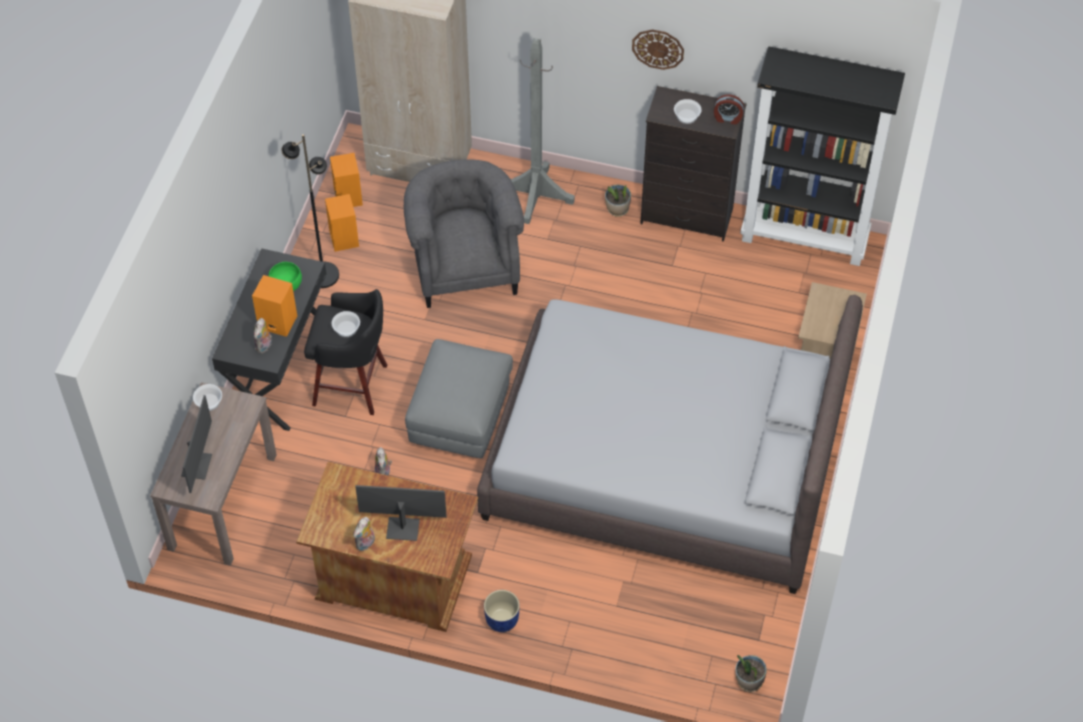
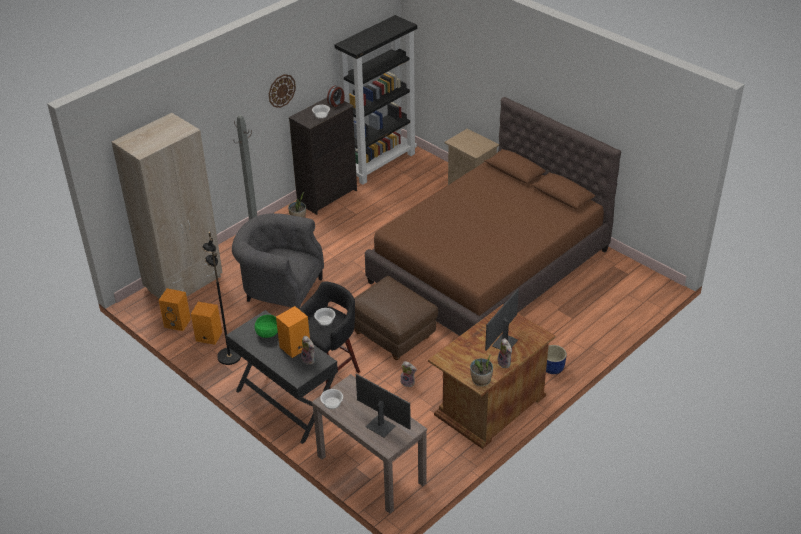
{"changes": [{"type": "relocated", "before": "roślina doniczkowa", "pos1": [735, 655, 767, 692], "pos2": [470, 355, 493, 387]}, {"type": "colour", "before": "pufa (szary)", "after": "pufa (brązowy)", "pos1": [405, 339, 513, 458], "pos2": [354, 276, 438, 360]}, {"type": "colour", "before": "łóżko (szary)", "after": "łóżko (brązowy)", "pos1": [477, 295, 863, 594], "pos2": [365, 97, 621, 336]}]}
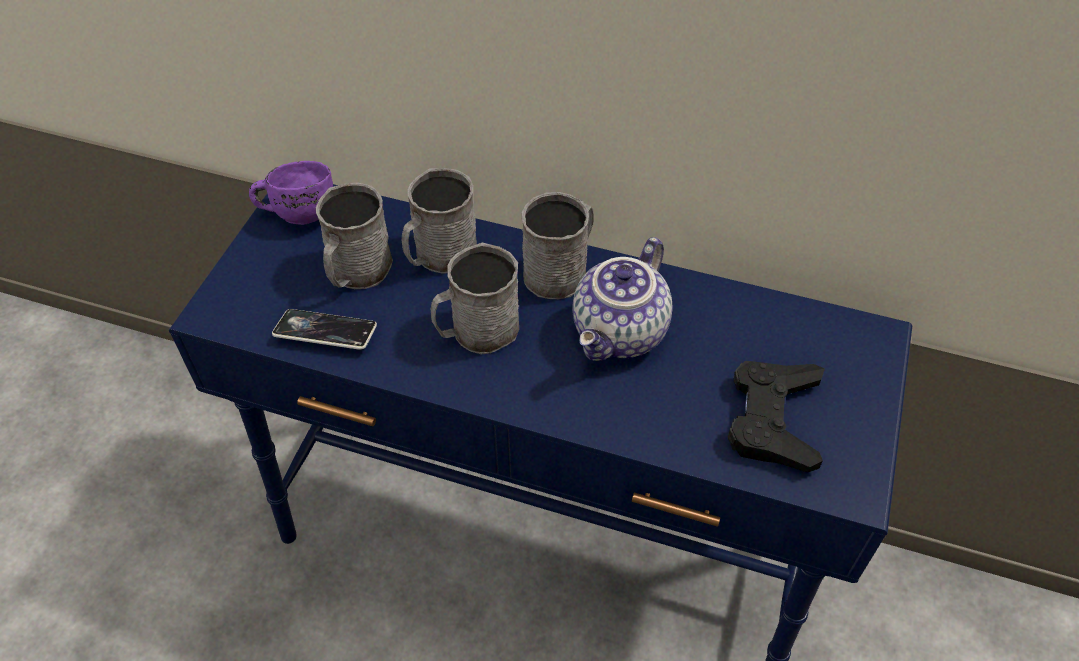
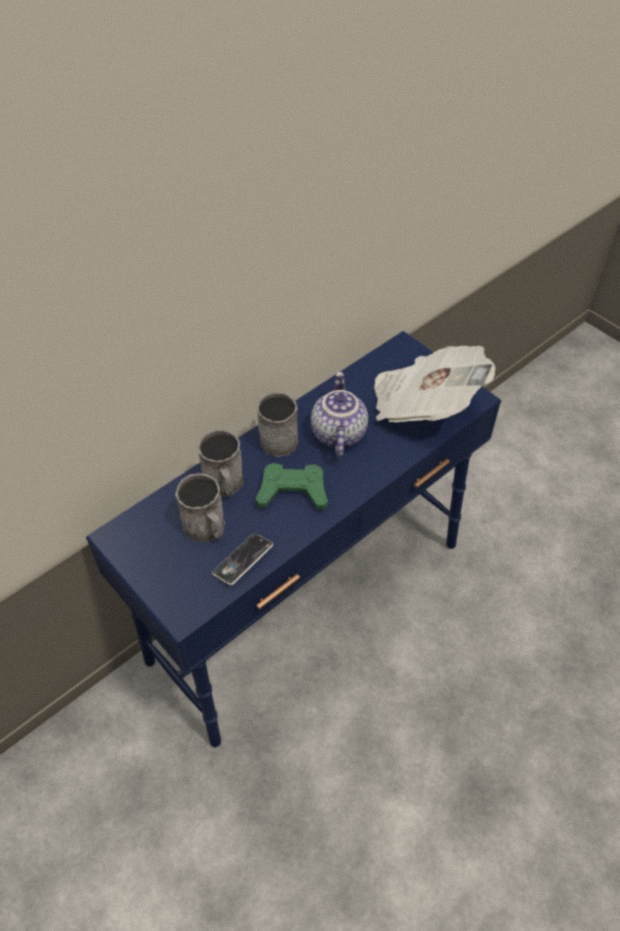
{"changes": [{"type": "missing", "before": "kubek (fioletowy)", "pos1": [249, 161, 333, 225]}, {"type": "exchanged", "before": "kubek (szary)", "after": "pad do gier (zielony)", "pos1": [431, 243, 519, 355], "pos2": [256, 463, 328, 510]}, {"type": "exchanged", "before": "pad do gier (czarny)", "after": "gazeta", "pos1": [728, 361, 825, 473], "pos2": [374, 346, 495, 422]}, {"type": "spun", "before": "imbryk", "pos1": [572, 237, 673, 361], "pos2": [311, 372, 368, 457], "turn": -150}]}
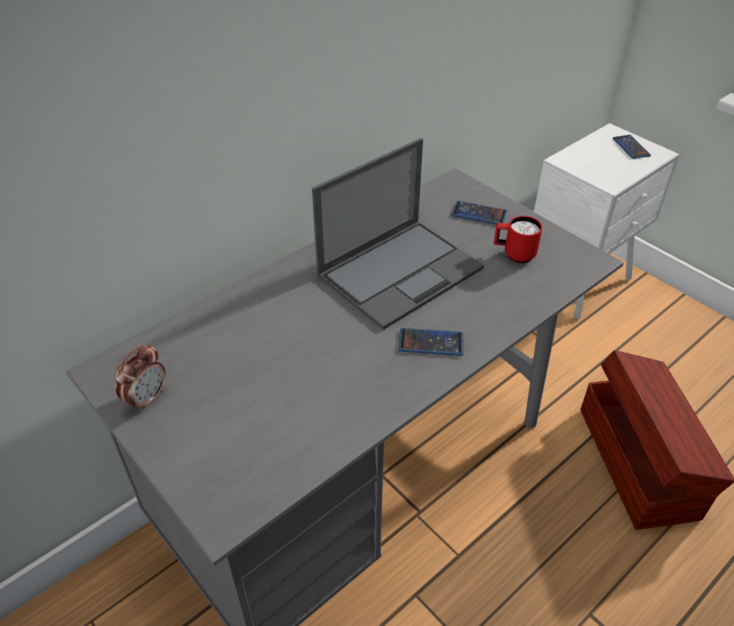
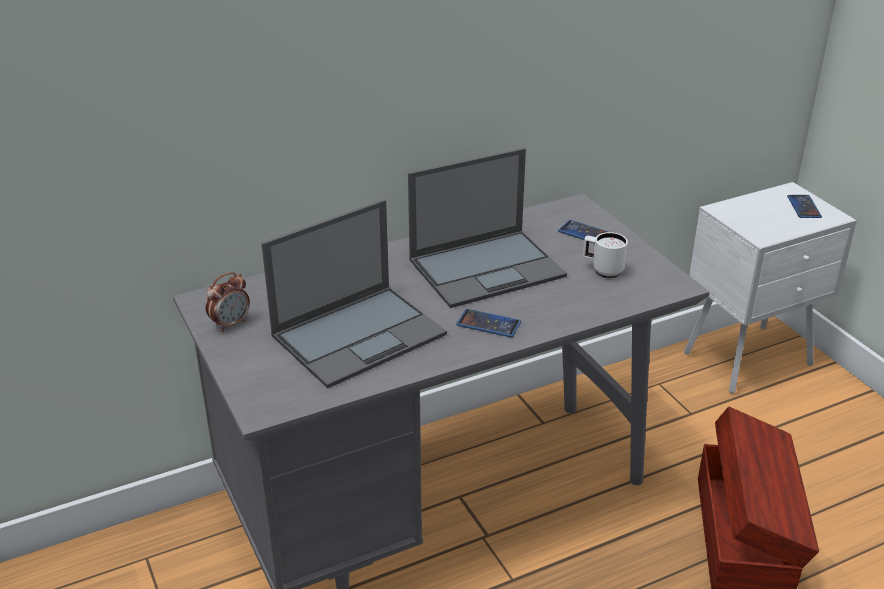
{"changes": [{"type": "appeared", "after": "laptop", "pos2": [261, 199, 447, 388]}, {"type": "colour", "before": "kubek (czerwony)", "after": "kubek (biały)", "pos1": [494, 216, 543, 263], "pos2": [583, 232, 628, 278]}]}
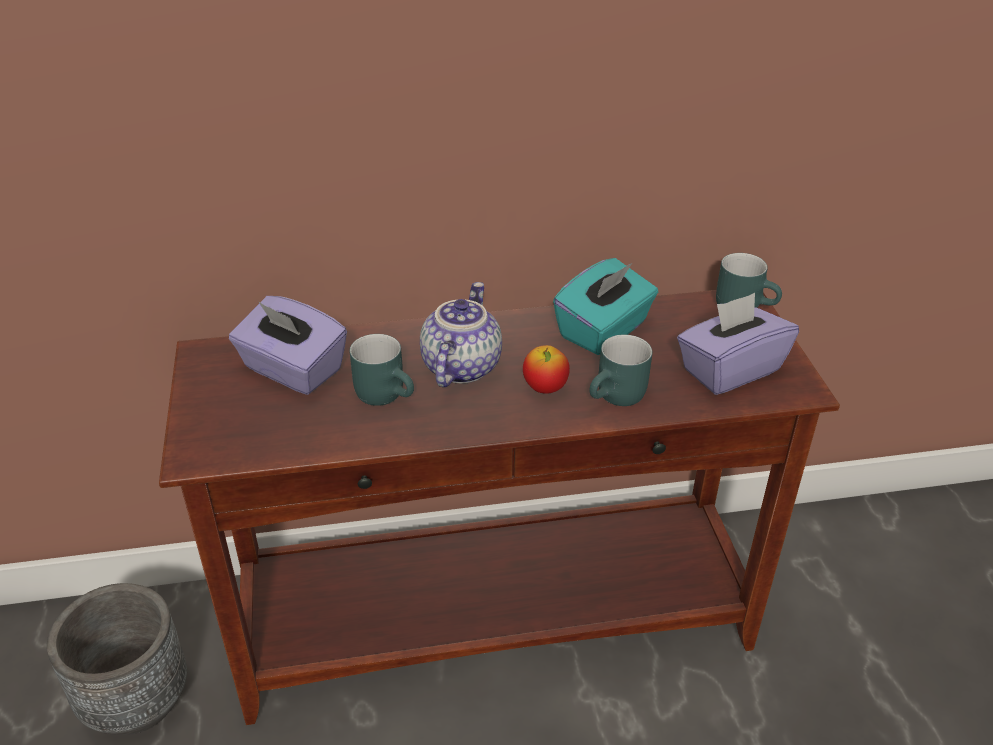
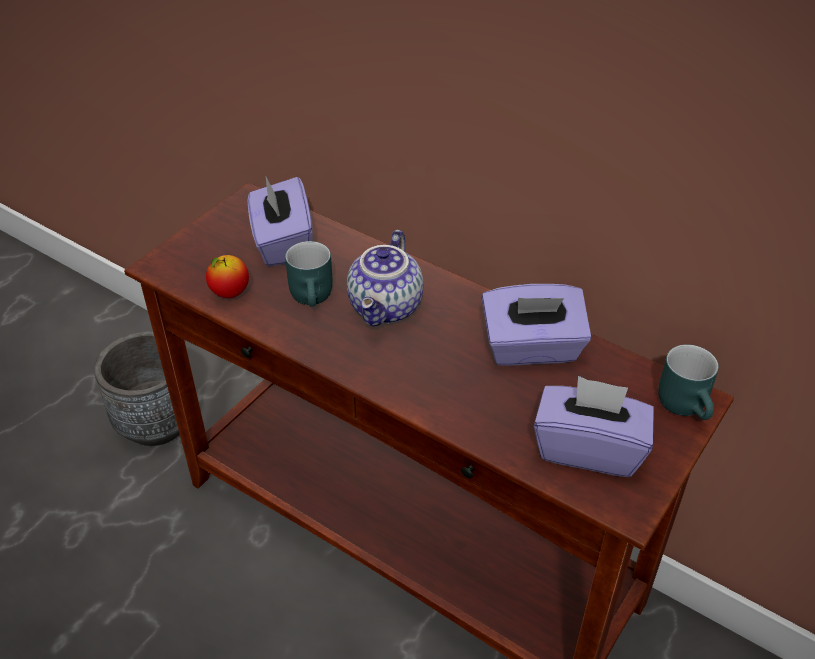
{"changes": [{"type": "missing", "before": "kubek (turkusowy)", "pos1": [590, 335, 653, 406]}, {"type": "relocated", "before": "jabłko", "pos1": [523, 345, 570, 394], "pos2": [206, 255, 249, 298]}, {"type": "colour", "before": "pudełko chusteczek (turkusowy)", "after": "pudełko chusteczek (fioletowy)", "pos1": [553, 258, 658, 355], "pos2": [481, 284, 591, 366]}, {"type": "spun", "before": "imbryk", "pos1": [420, 282, 502, 387], "pos2": [347, 230, 424, 326], "turn": 135}]}
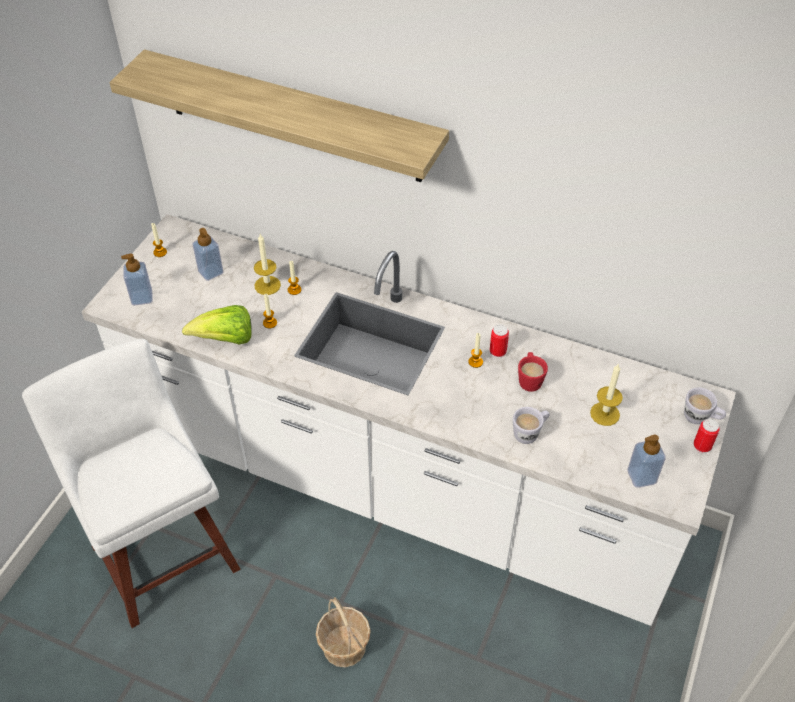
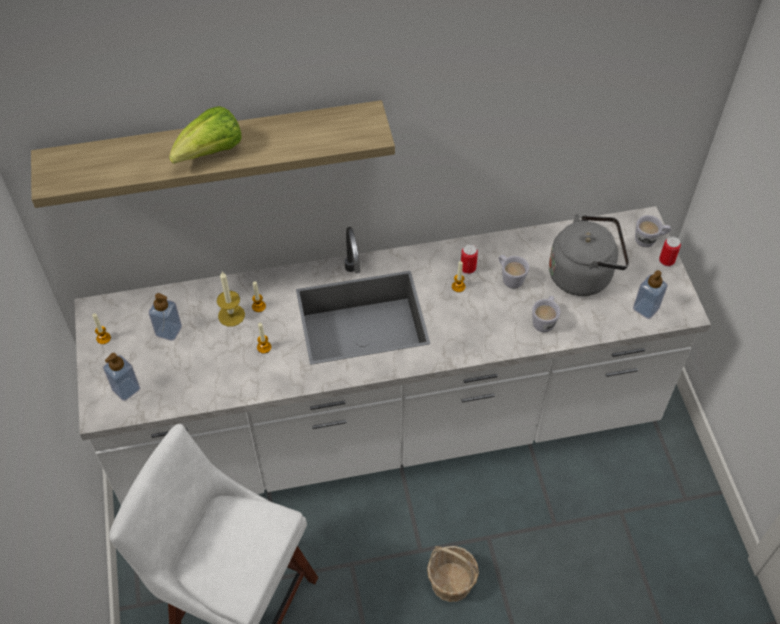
{"changes": [{"type": "relocated", "before": "sałata", "pos1": [182, 305, 252, 344], "pos2": [169, 106, 241, 164]}, {"type": "exchanged", "before": "świeca", "after": "czajnik (szary)", "pos1": [590, 363, 623, 426], "pos2": [549, 214, 629, 296]}, {"type": "colour", "before": "kubek (czerwony)", "after": "kubek (biały)", "pos1": [518, 352, 548, 392], "pos2": [499, 255, 529, 289]}]}
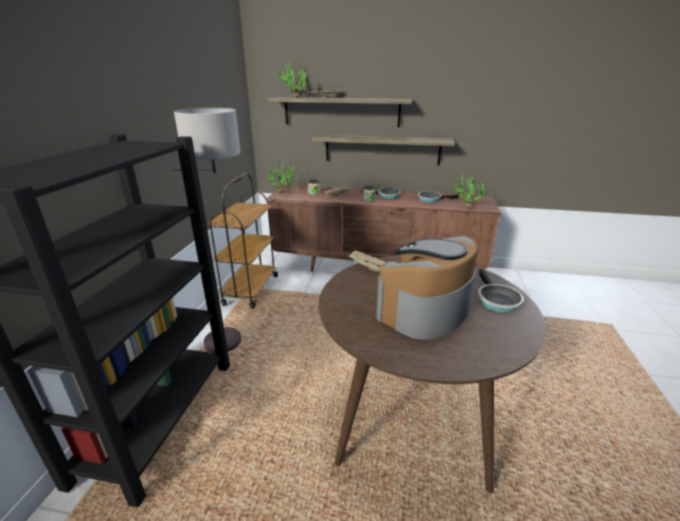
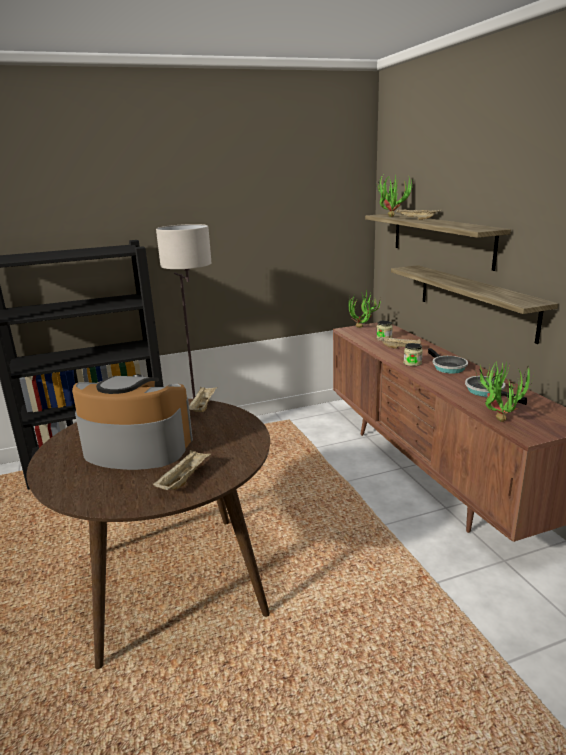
{"changes": [{"type": "missing", "before": "wózek (brązowy)", "pos1": [208, 173, 278, 309]}, {"type": "exchanged", "before": "patelnia", "after": "taca (beżowy)", "pos1": [478, 269, 524, 313], "pos2": [153, 450, 211, 490]}]}
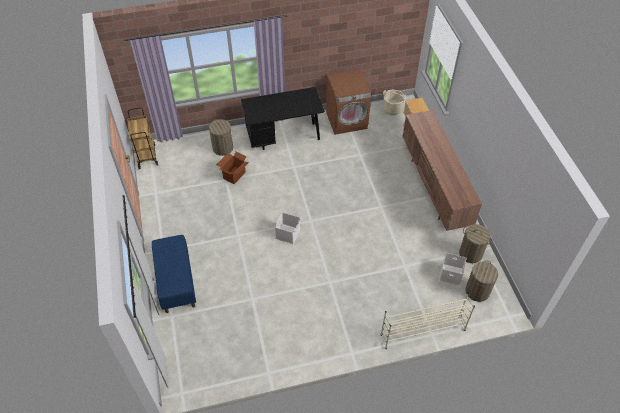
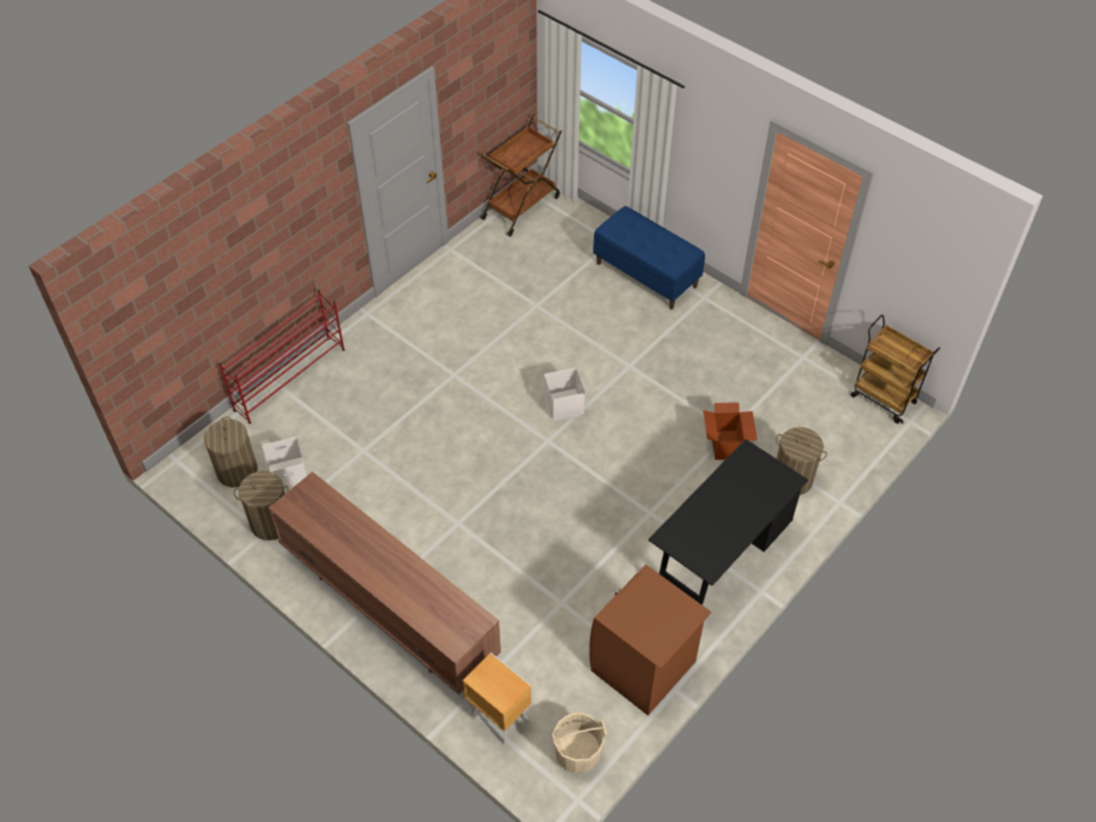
{"changes": [{"type": "appeared", "after": "wózek (brązowy)", "pos2": [480, 114, 562, 237]}, {"type": "colour", "before": "regał na buty (beżowy)", "after": "regał na buty (czerwony)", "pos1": [381, 293, 475, 349], "pos2": [219, 289, 345, 424]}]}
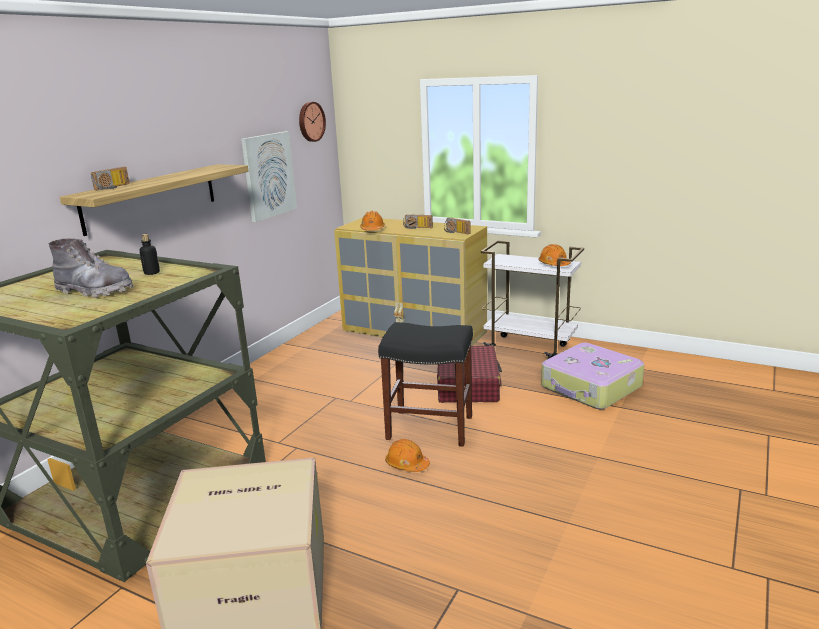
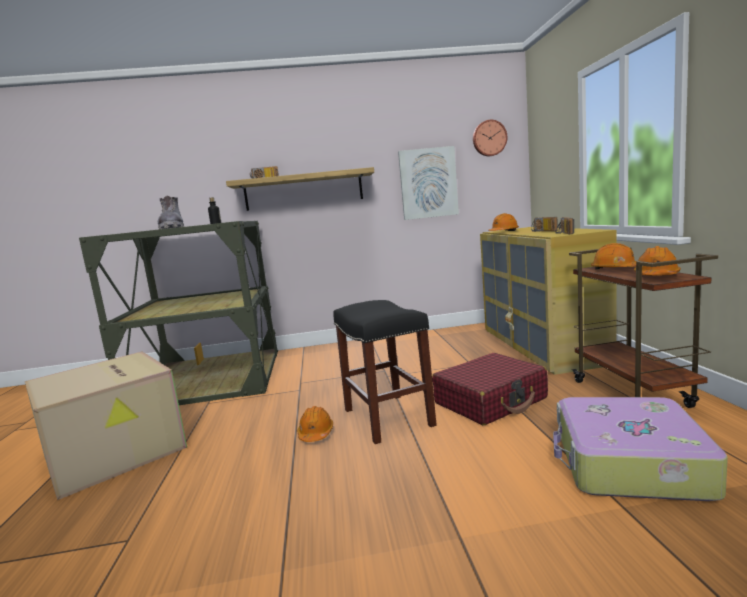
{"changes": [{"type": "appeared", "after": "kask (pomarańczowy)", "pos2": [591, 243, 636, 270]}, {"type": "colour", "before": "wózek (biały)", "after": "wózek (brązowy)", "pos1": [481, 240, 584, 359], "pos2": [569, 247, 718, 408]}]}
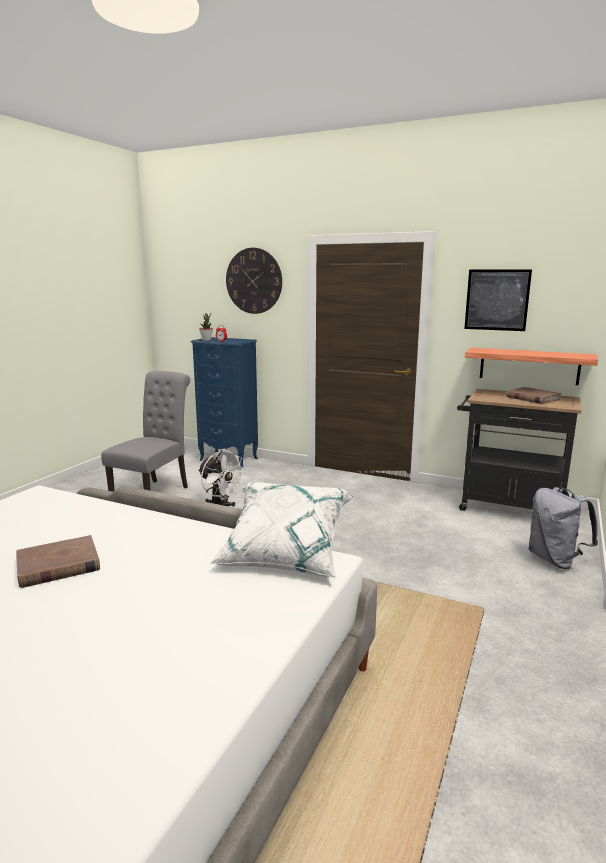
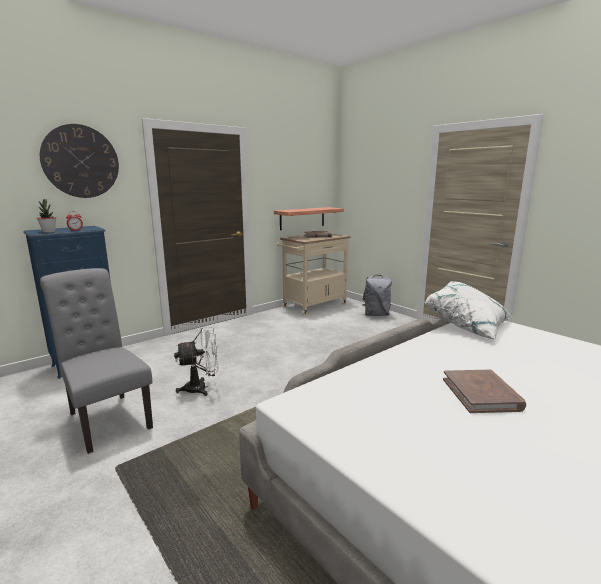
{"changes": [{"type": "missing", "before": "obraz", "pos1": [464, 269, 532, 331]}, {"type": "colour", "before": "wózek (czarny)", "after": "wózek (beżowy)", "pos1": [457, 389, 582, 511], "pos2": [277, 233, 350, 316]}]}
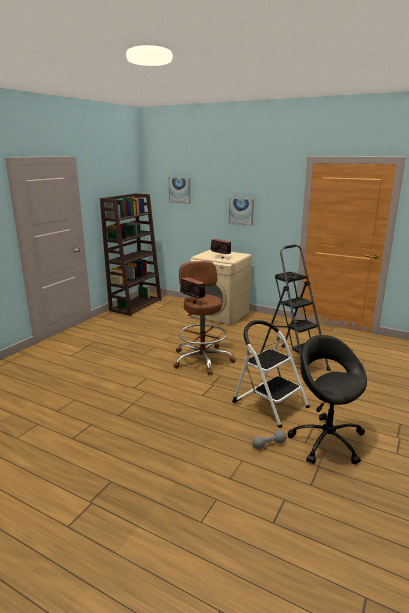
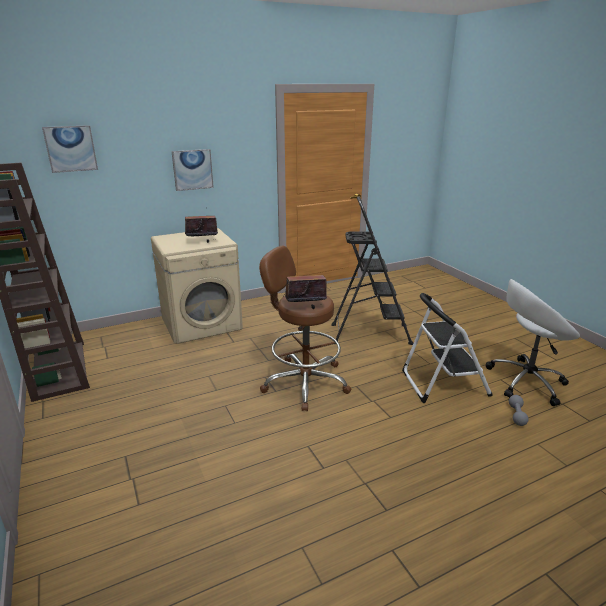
{"changes": [{"type": "colour", "before": "krzesło biurowe (czarny)", "after": "krzesło biurowe (biały)", "pos1": [287, 335, 367, 465], "pos2": [485, 279, 580, 406]}]}
